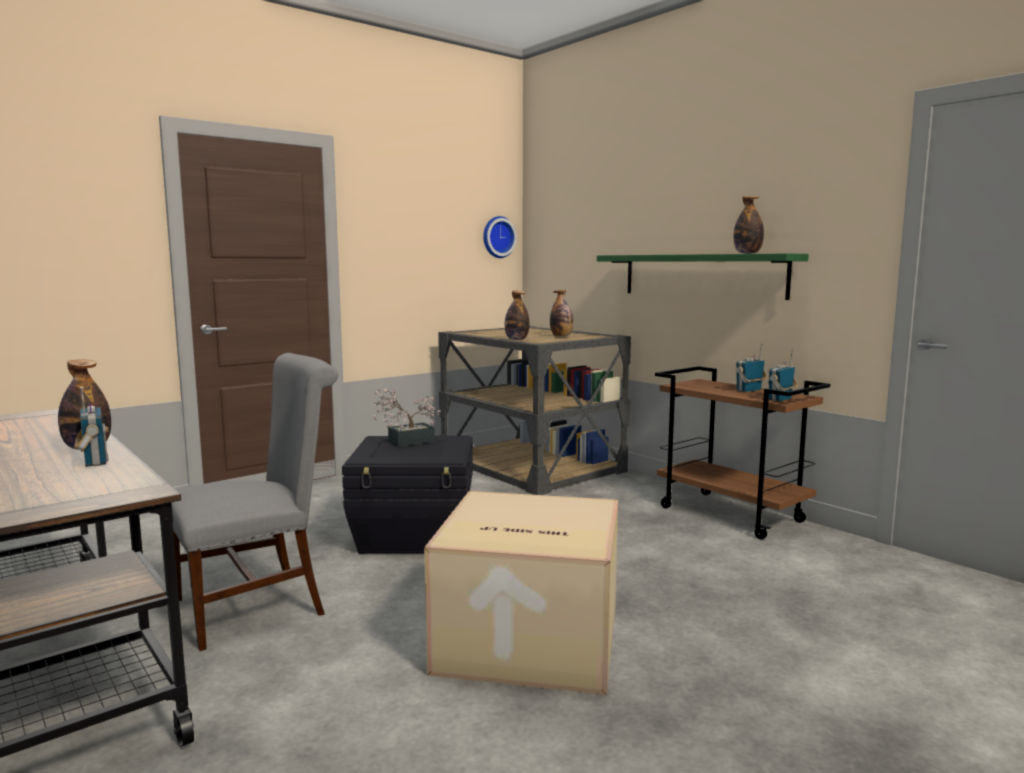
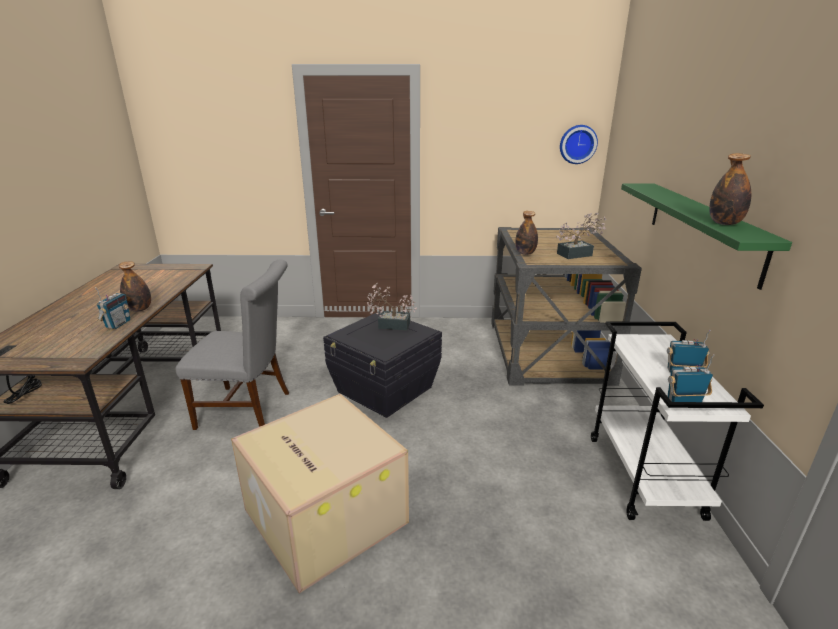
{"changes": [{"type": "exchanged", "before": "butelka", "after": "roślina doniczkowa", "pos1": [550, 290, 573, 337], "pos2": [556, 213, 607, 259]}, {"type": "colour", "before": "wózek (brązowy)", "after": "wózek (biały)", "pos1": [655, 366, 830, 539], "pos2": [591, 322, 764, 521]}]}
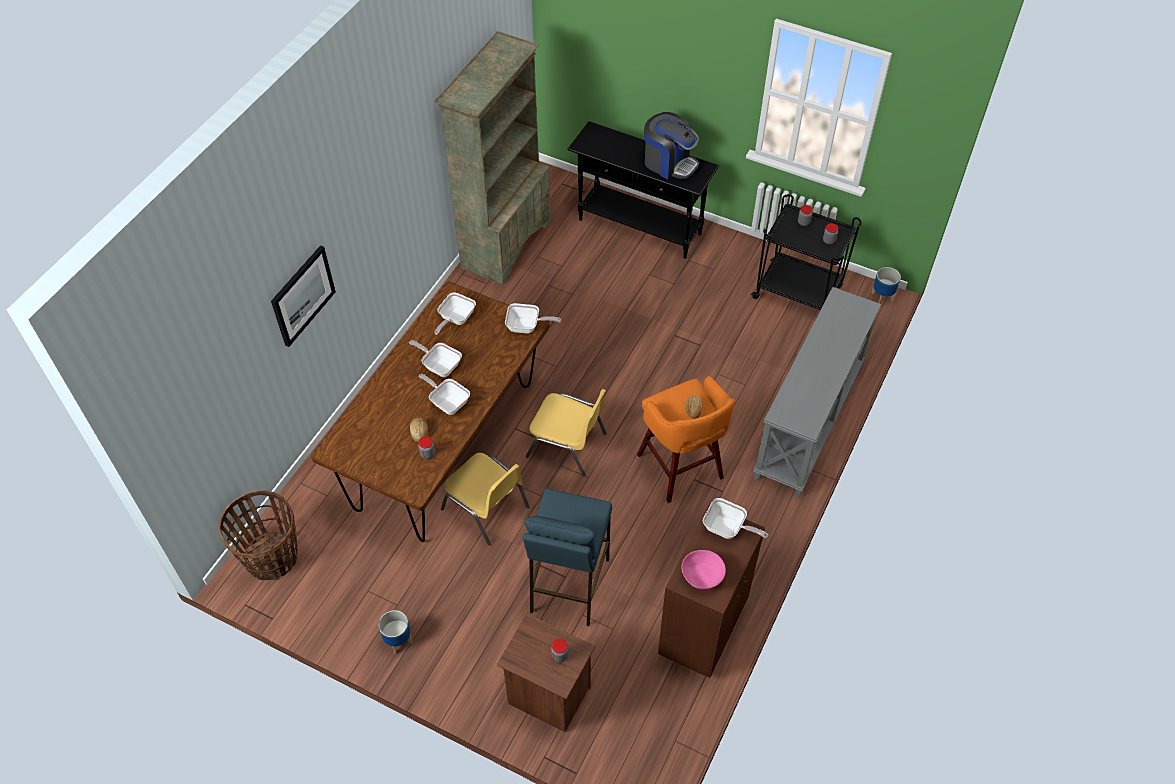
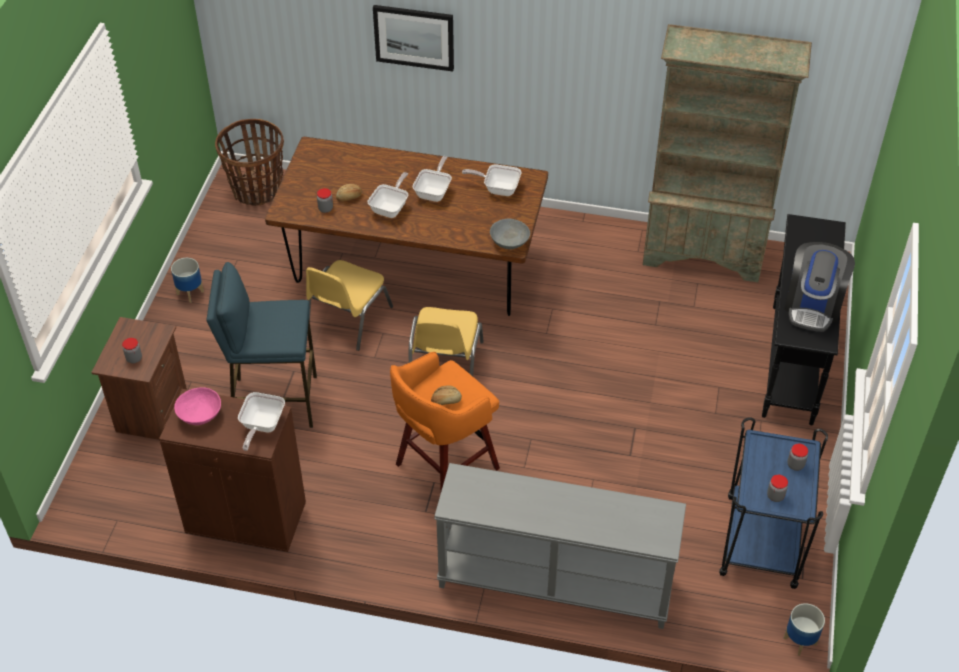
{"changes": [{"type": "exchanged", "before": "patelnia", "after": "miska (szary)", "pos1": [505, 303, 561, 334], "pos2": [490, 219, 530, 249]}, {"type": "colour", "before": "wózek (czarny)", "after": "wózek (niebieski)", "pos1": [751, 194, 862, 310], "pos2": [719, 417, 828, 589]}]}
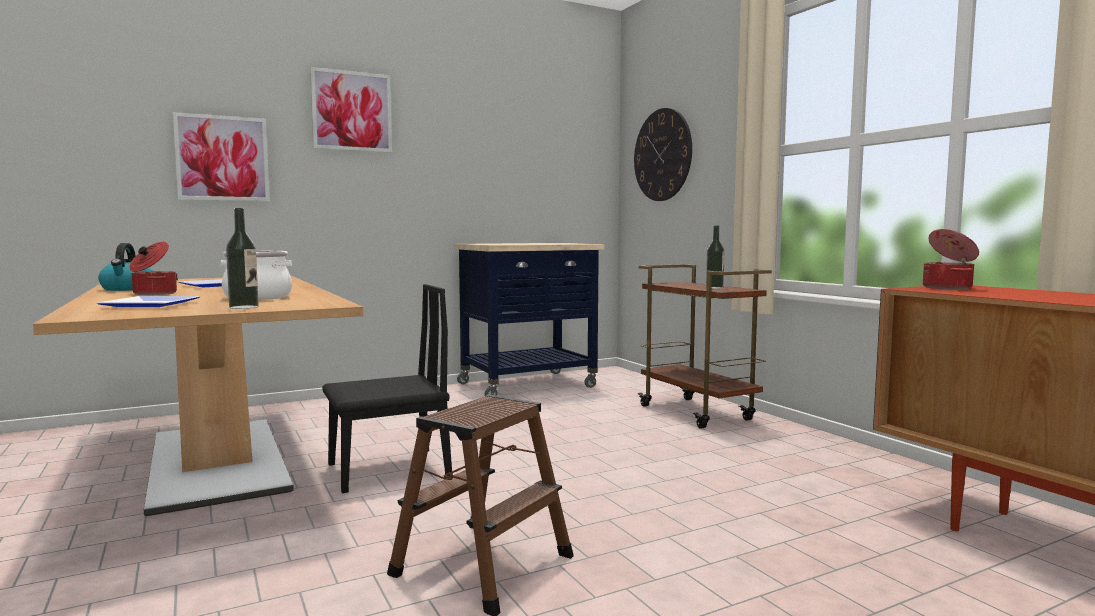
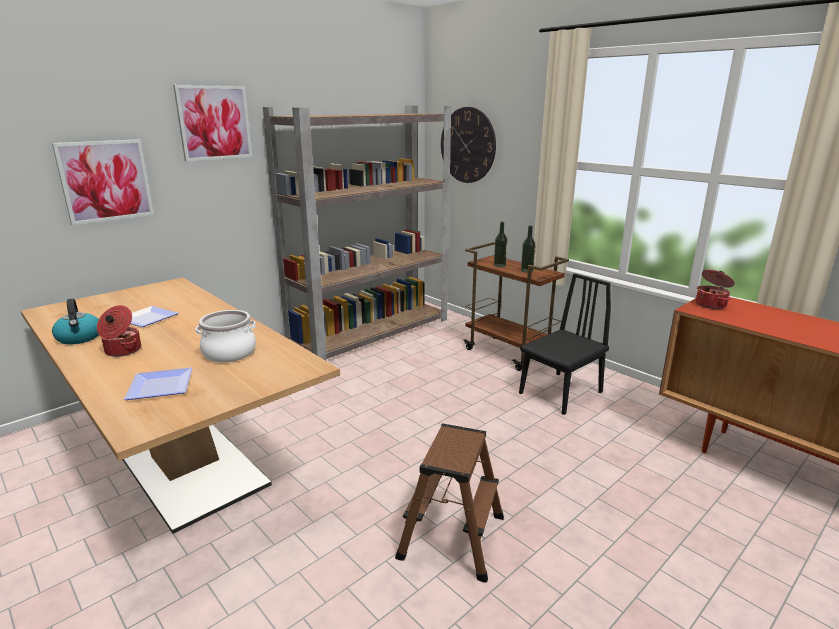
{"changes": [{"type": "relocated", "before": "butelka", "pos1": [226, 208, 259, 309], "pos2": [494, 222, 508, 267]}, {"type": "relocated", "before": "krzesło (czarny)", "pos1": [322, 284, 452, 493], "pos2": [519, 273, 611, 415]}, {"type": "exchanged", "before": "wózek (niebieski)", "after": "regał (brązowy)", "pos1": [455, 243, 604, 396], "pos2": [263, 106, 451, 361]}]}
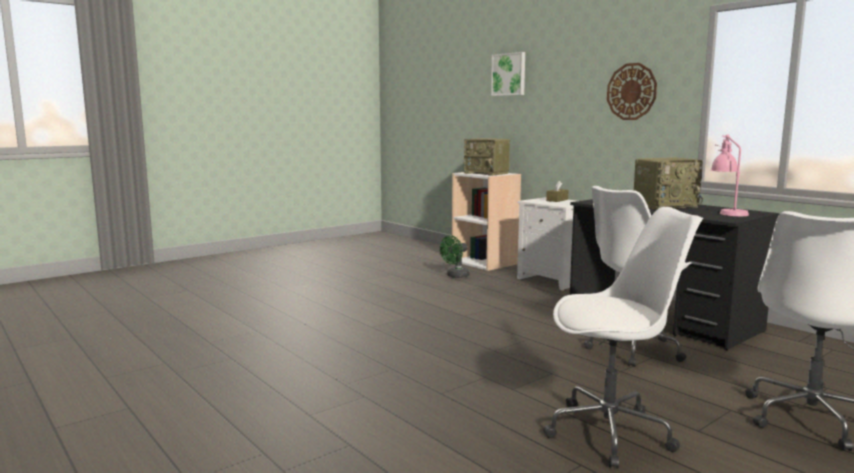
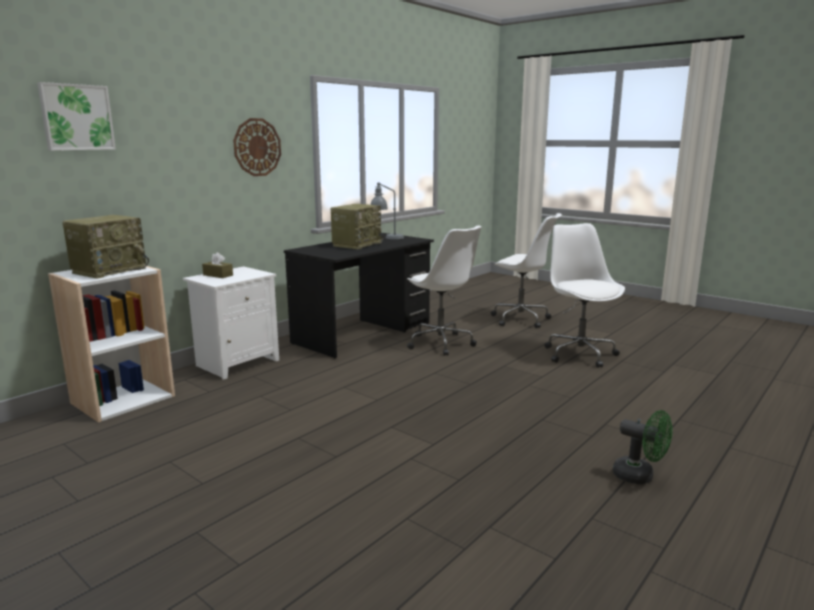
{"changes": [{"type": "relocated", "before": "wentylator (zielony)", "pos1": [440, 235, 470, 278], "pos2": [613, 410, 673, 484]}, {"type": "colour", "before": "lampa stołowa (różowy)", "after": "lampa stołowa (szary)", "pos1": [711, 134, 749, 216], "pos2": [370, 182, 404, 239]}, {"type": "spun", "before": "radio", "pos1": [634, 157, 703, 210], "pos2": [331, 204, 383, 249], "turn": 60}]}
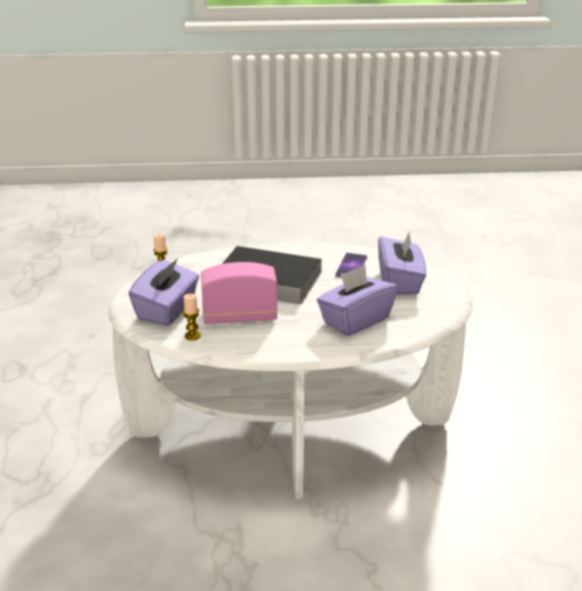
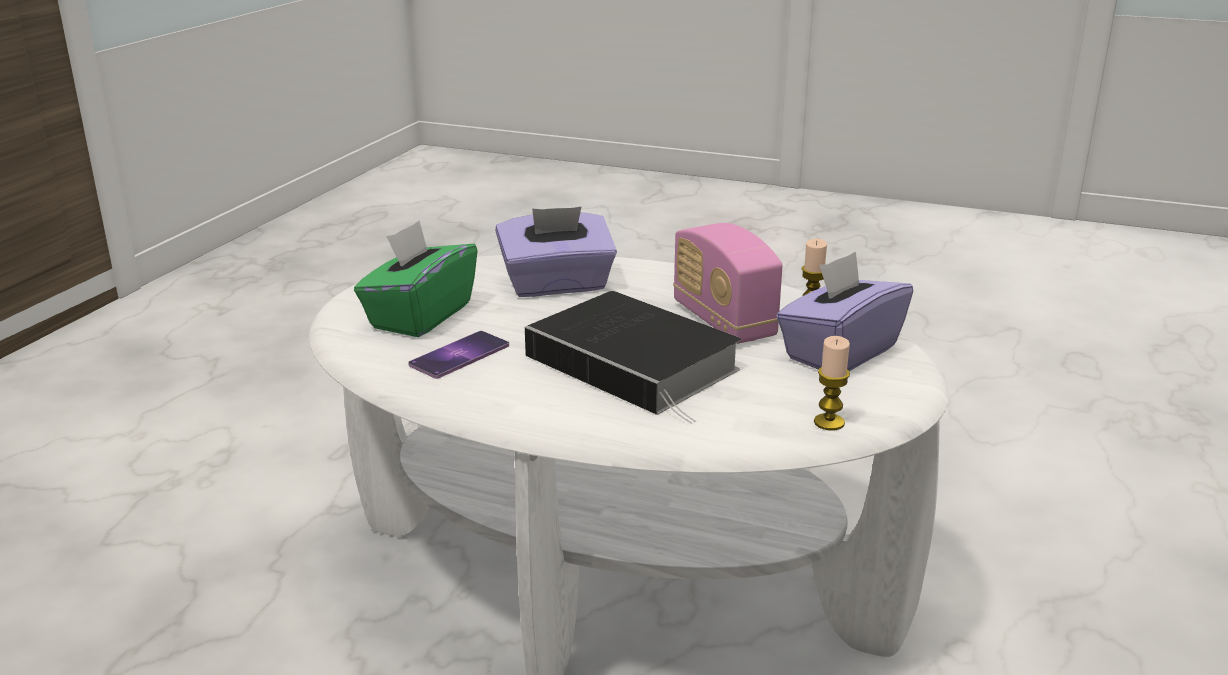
{"changes": [{"type": "colour", "before": "pudełko chusteczek (fioletowy)", "after": "pudełko chusteczek (zielony)", "pos1": [378, 231, 426, 295], "pos2": [354, 221, 478, 337]}, {"type": "spun", "before": "radio", "pos1": [201, 262, 278, 324], "pos2": [673, 223, 783, 344], "turn": 45}]}
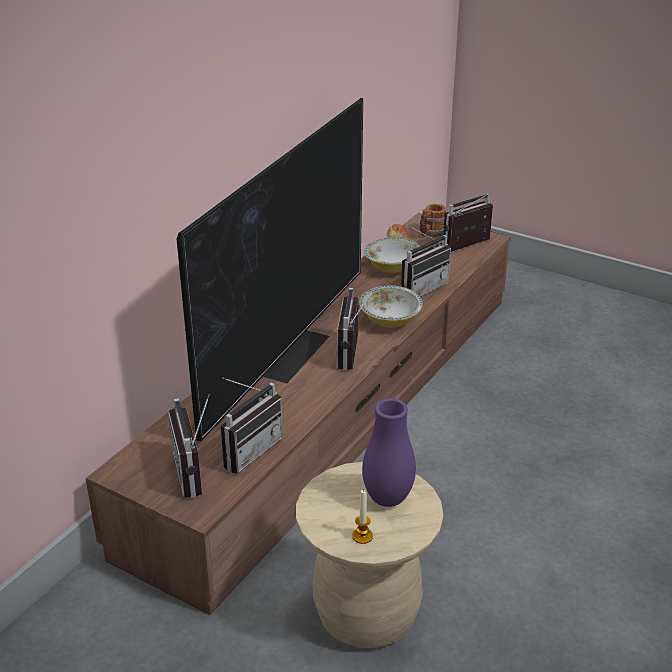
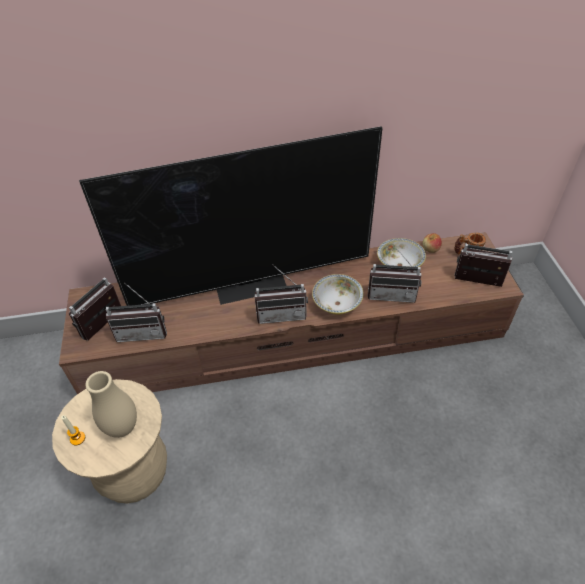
{"changes": [{"type": "colour", "before": "wazon (fioletowy)", "after": "wazon (beżowy)", "pos1": [362, 398, 416, 507], "pos2": [85, 371, 137, 438]}, {"type": "spun", "before": "radio", "pos1": [336, 287, 375, 370], "pos2": [254, 264, 308, 324], "turn": -150}]}
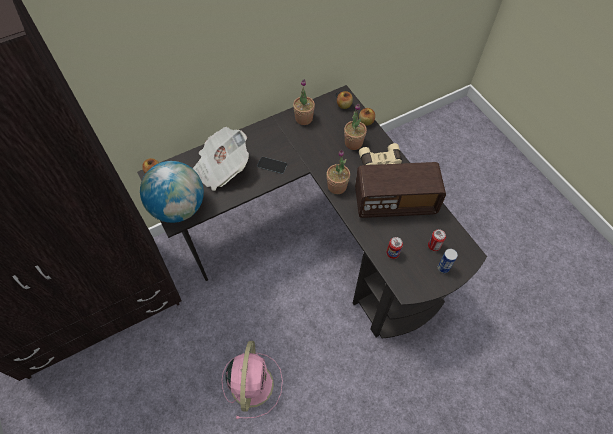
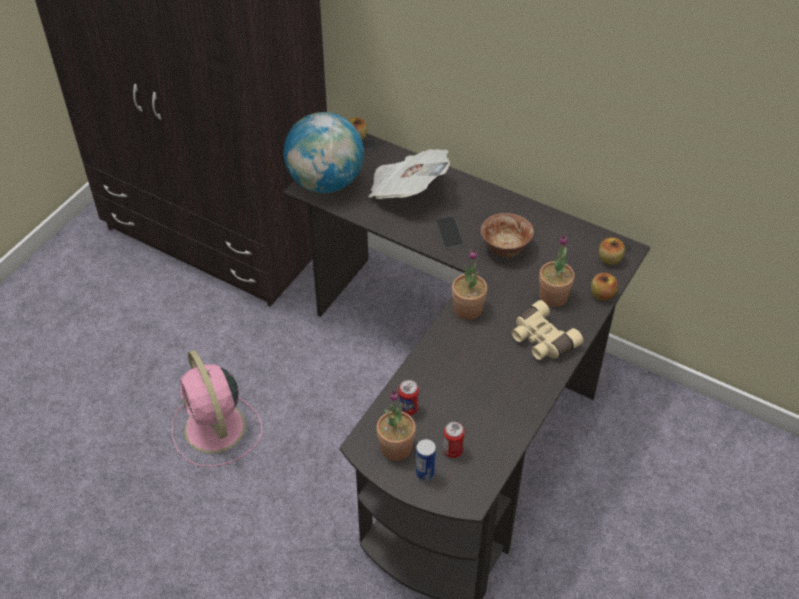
{"changes": [{"type": "missing", "before": "radio", "pos1": [355, 162, 446, 218]}, {"type": "appeared", "after": "miska", "pos2": [481, 213, 534, 258]}, {"type": "relocated", "before": "roślina doniczkowa", "pos1": [293, 79, 315, 125], "pos2": [376, 390, 416, 461]}, {"type": "spun", "before": "wentylator (różowy)", "pos1": [222, 341, 283, 419], "pos2": [172, 350, 262, 467], "turn": 90}]}
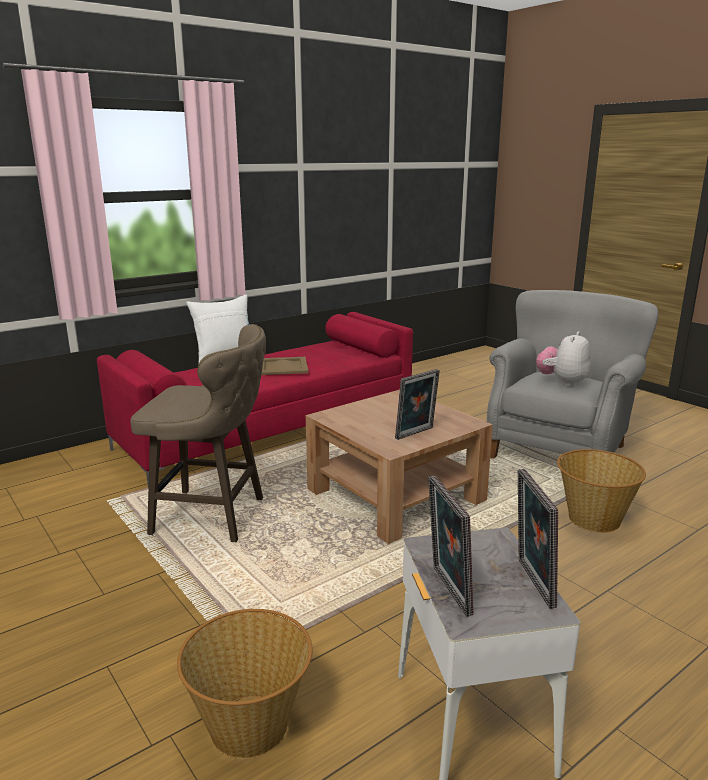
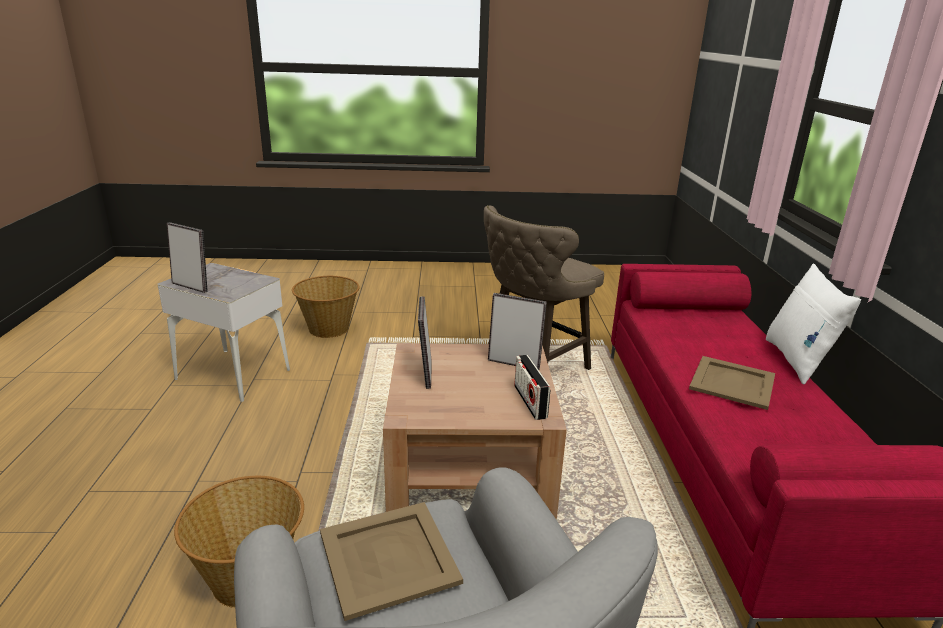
{"changes": [{"type": "appeared", "after": "radio", "pos2": [514, 355, 550, 420]}, {"type": "relocated", "before": "ramka na zdjęcie", "pos1": [428, 475, 474, 617], "pos2": [488, 293, 547, 370]}, {"type": "exchanged", "before": "pluszak", "after": "taca (beżowy)", "pos1": [536, 331, 591, 386], "pos2": [320, 502, 463, 621]}]}
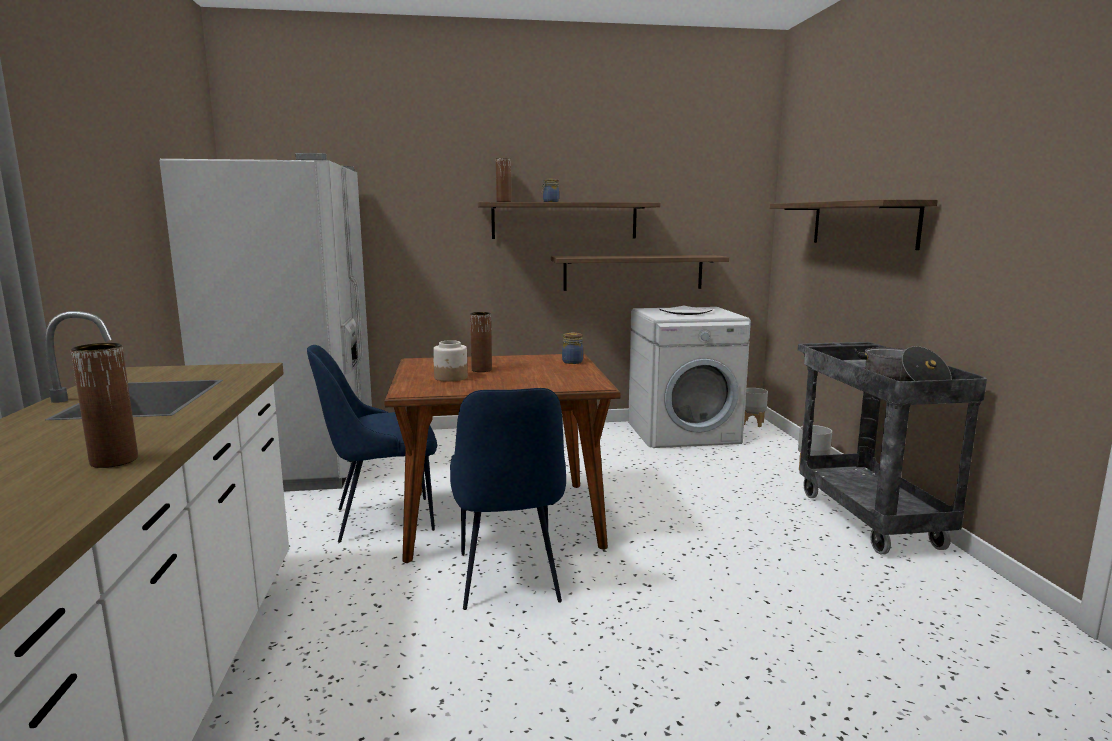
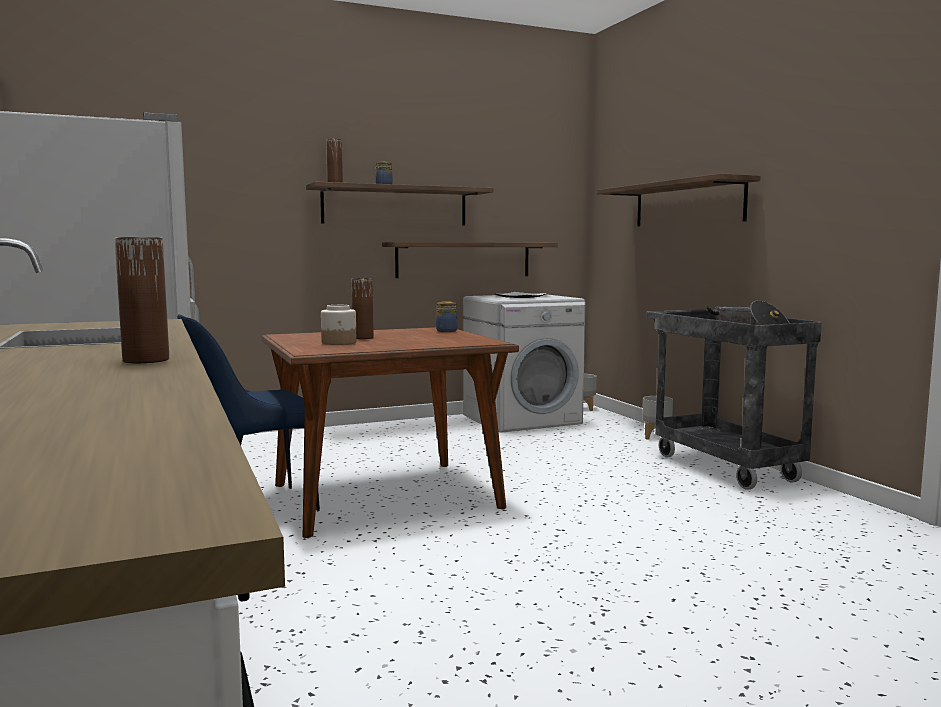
{"changes": [{"type": "missing", "before": "krzesło (niebieski)", "pos1": [450, 388, 566, 610]}]}
